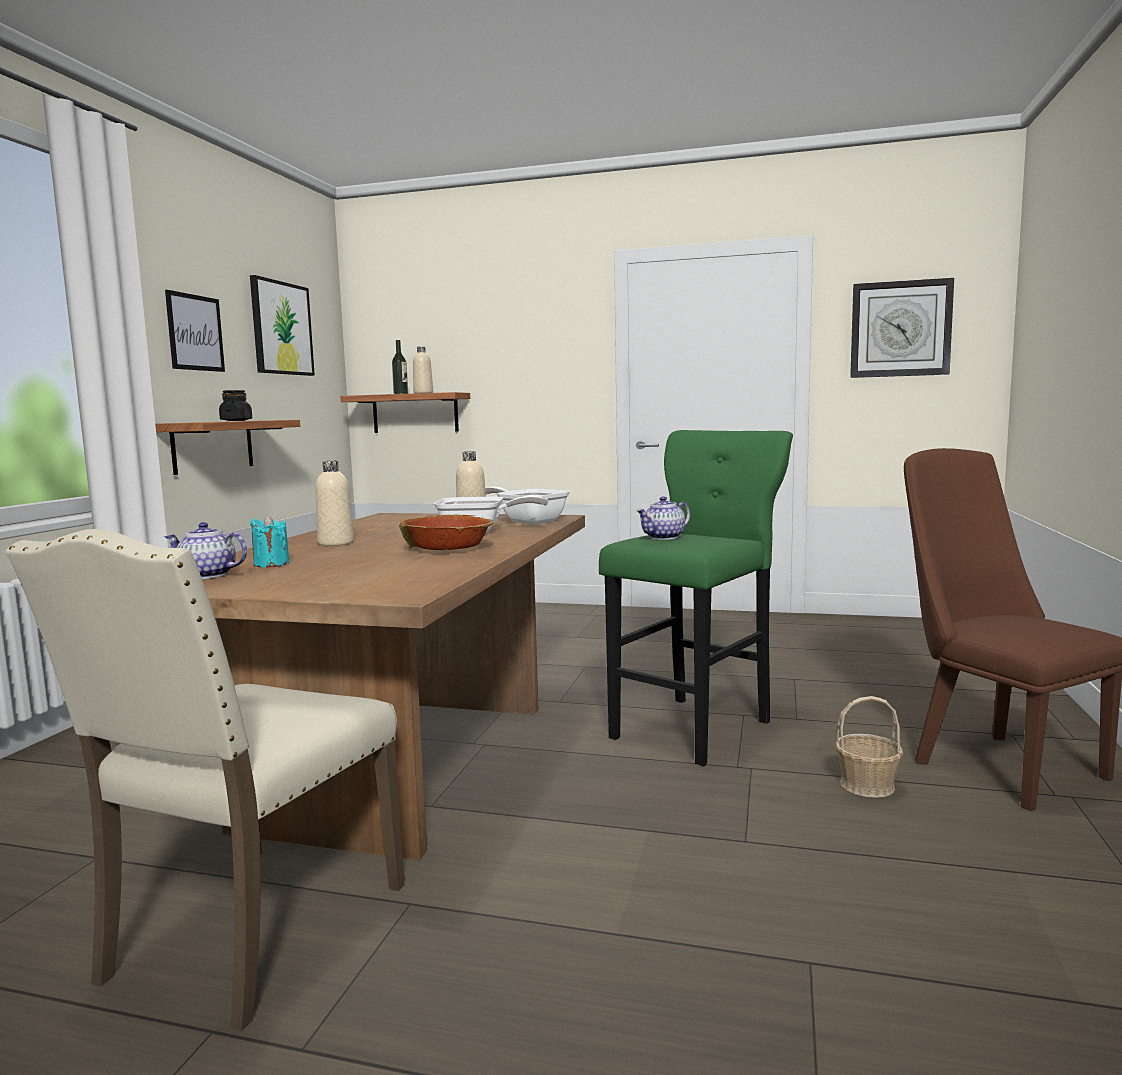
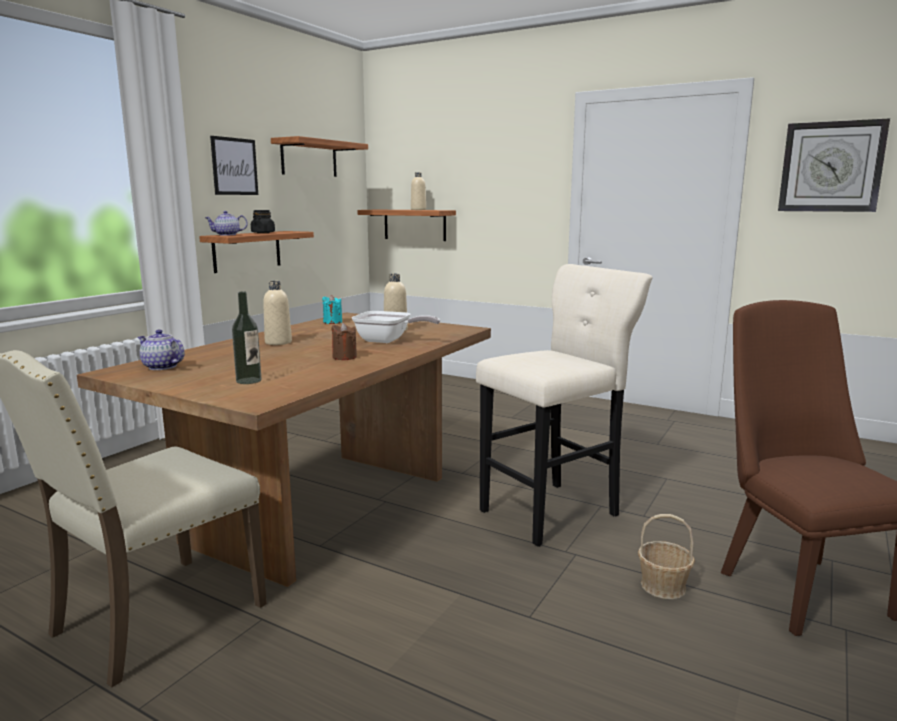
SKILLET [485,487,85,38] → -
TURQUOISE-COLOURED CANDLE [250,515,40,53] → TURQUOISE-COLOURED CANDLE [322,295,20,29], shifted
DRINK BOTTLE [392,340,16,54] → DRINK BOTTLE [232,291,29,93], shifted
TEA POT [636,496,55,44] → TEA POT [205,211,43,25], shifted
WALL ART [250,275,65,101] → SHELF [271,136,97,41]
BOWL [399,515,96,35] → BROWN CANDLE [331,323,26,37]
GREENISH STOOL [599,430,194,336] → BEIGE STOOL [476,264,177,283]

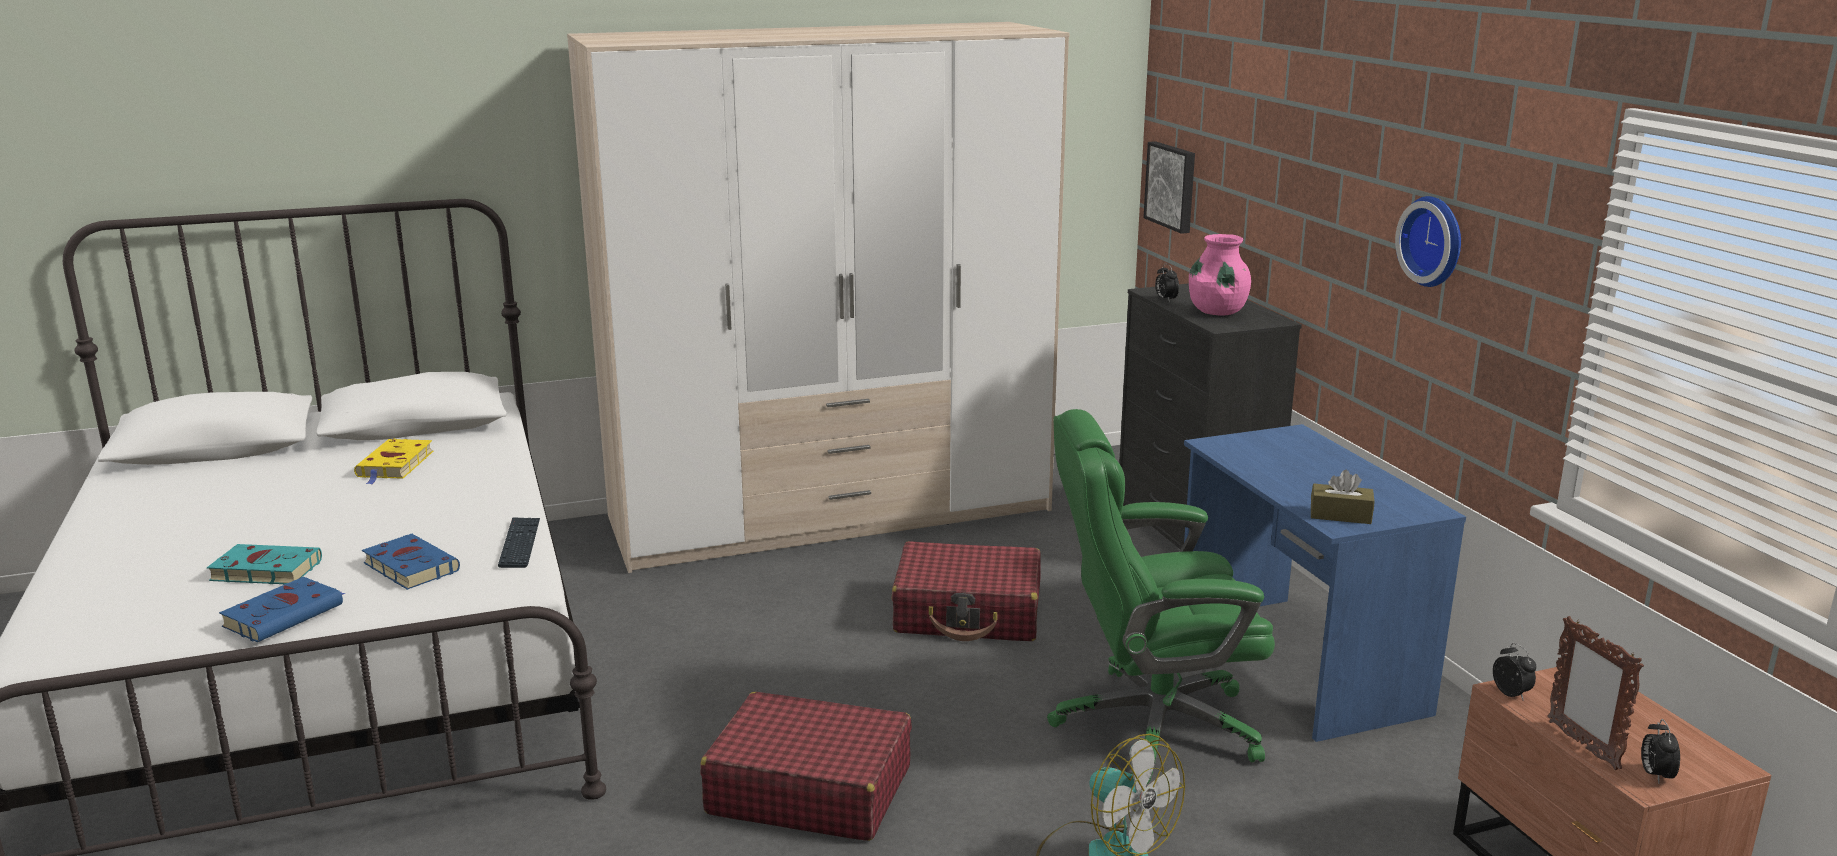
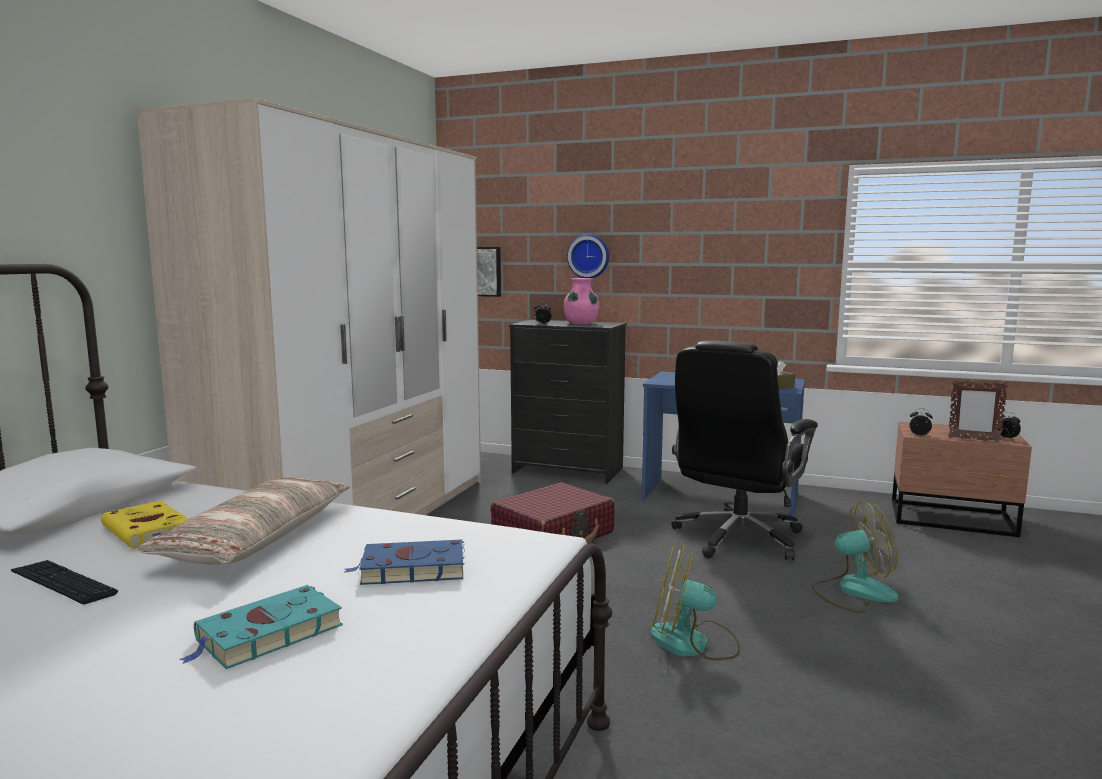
BLUE VOLUME [219,577,126,65] → -
- → PILLOW [138,477,212,87]
PC KEYBOARD [498,517,42,51] → PC KEYBOARD [11,560,108,45], shifted
WALL CLOCK [1395,196,66,91] → WALL CLOCK [567,234,42,44], shifted
RED-COLOURED SUITCASE [700,692,212,149] → FAN [651,545,89,116]
GREENISH OFFICE CHAIR [1047,409,228,375] → BLACK OFFICE CHAIR [671,340,147,220]

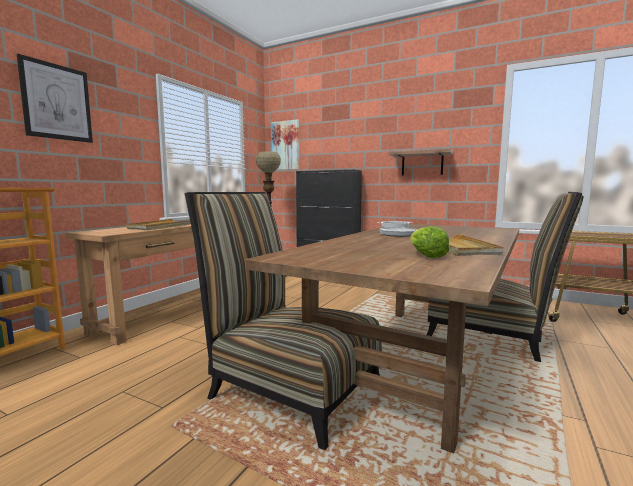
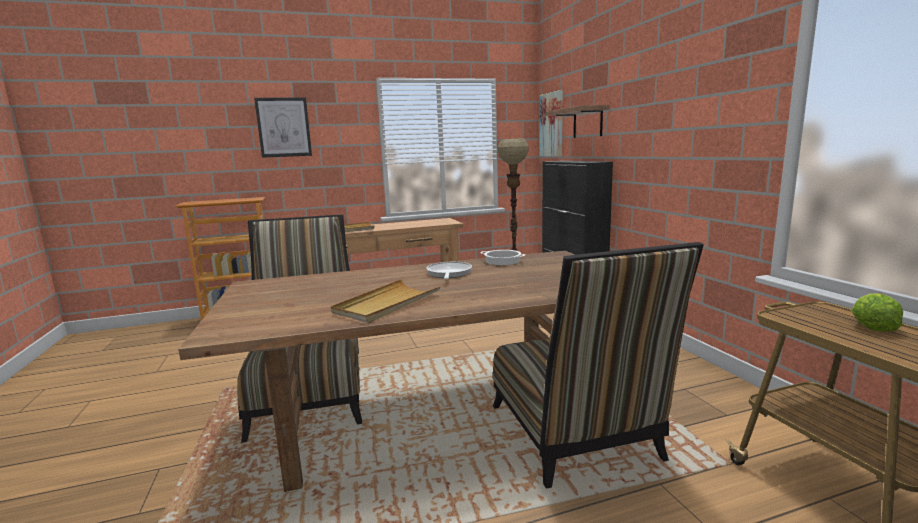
SHELF [388,149,65,27] → SHELF [546,105,64,33], shifted
HEAD OF LETTUCE [410,226,39,32] → HEAD OF LETTUCE [851,294,52,38], shifted

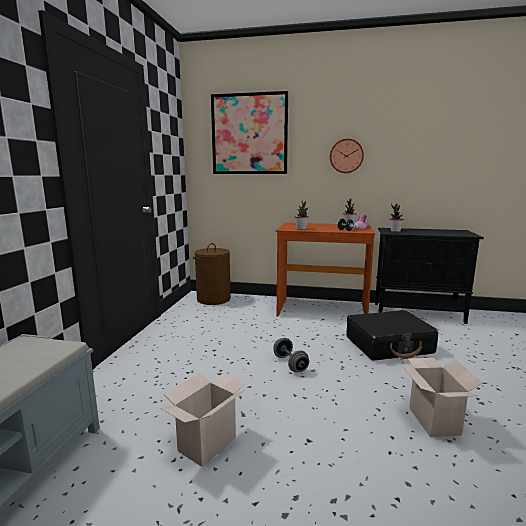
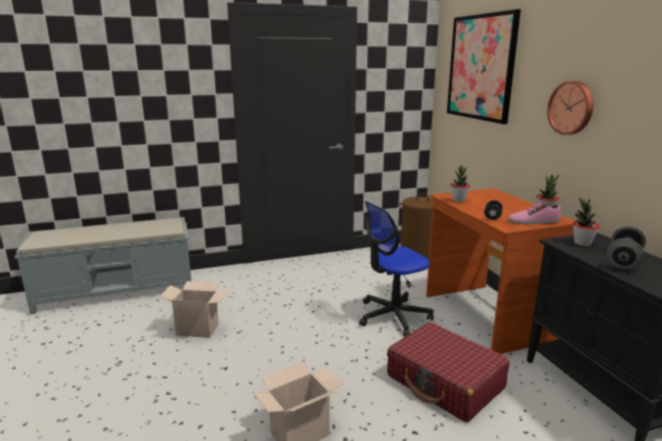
- → OFFICE CHAIR [359,201,75,136]
GRAY HAND WEIGHT [274,338,35,34] → GRAY HAND WEIGHT [606,226,40,43], shifted
BLACK SUITCASE [346,310,92,51] → RED-COLOURED SUITCASE [387,322,123,101]

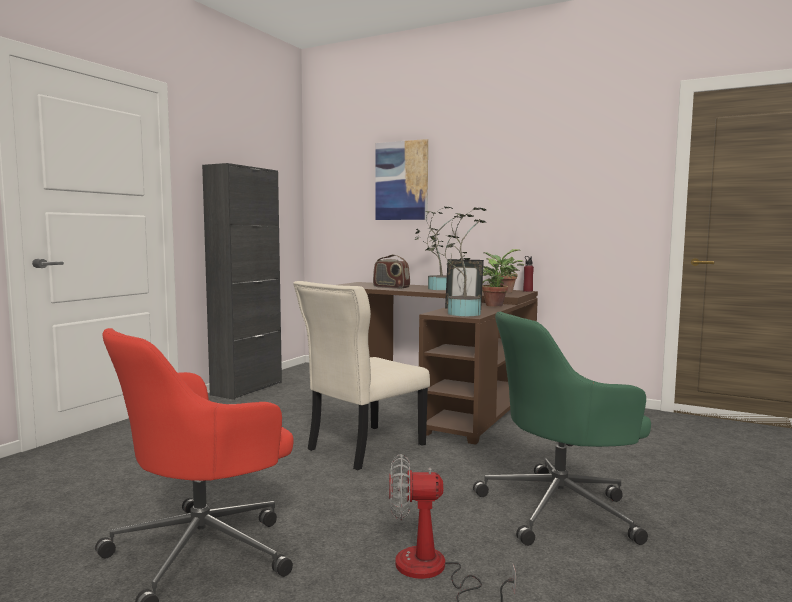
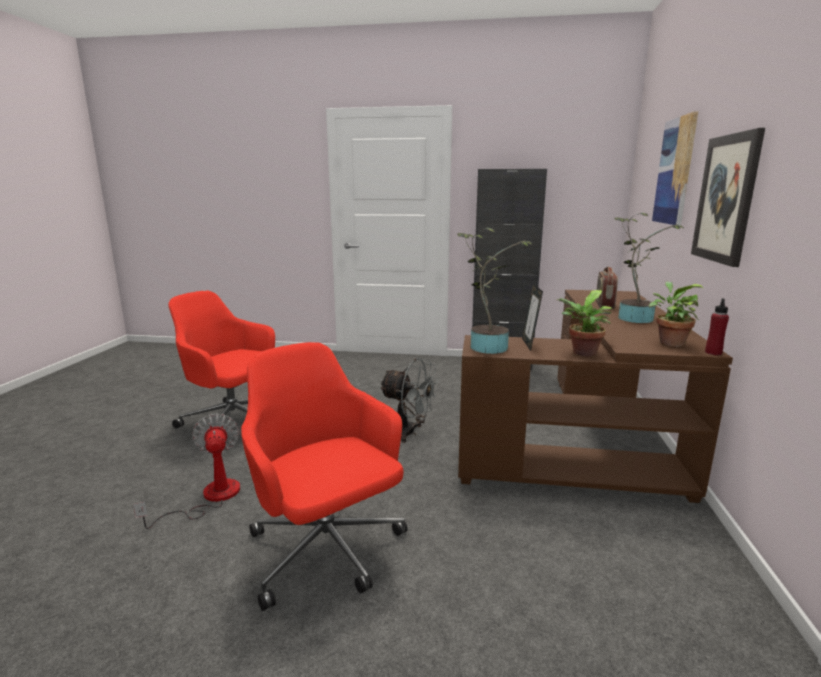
- → WALL ART [691,128,74,139]
BEIGE PLAIN CHAIR [293,281,137,190] → GRAY FAN [379,358,59,85]
GREENISH OFFICE CHAIR [473,312,178,234] → RED-COLOURED OFFICE CHAIR [241,342,167,269]

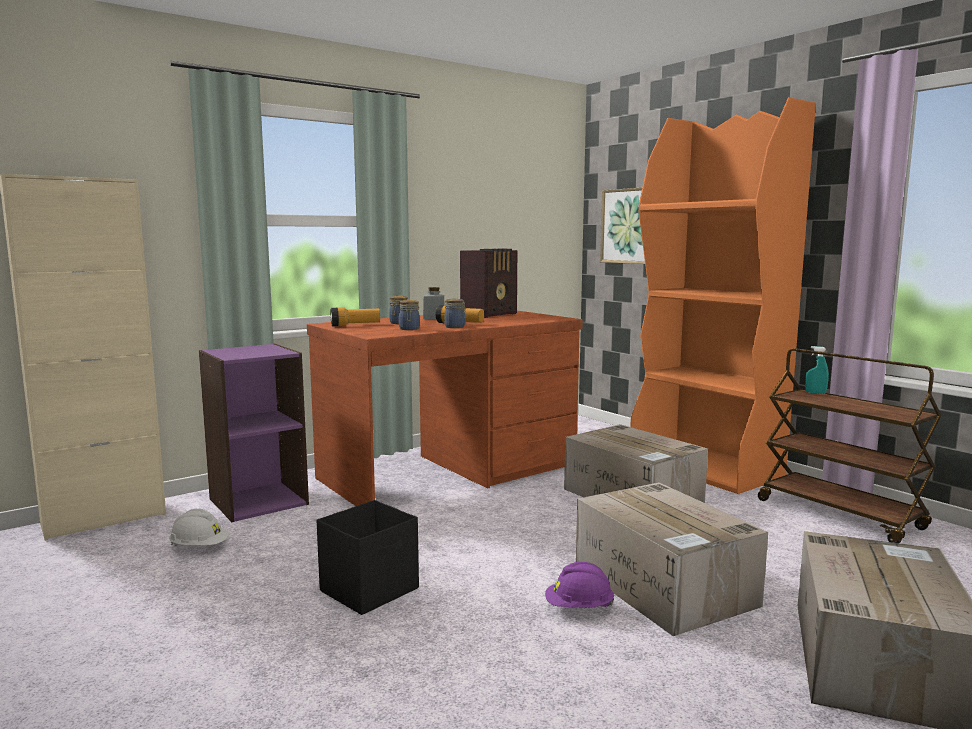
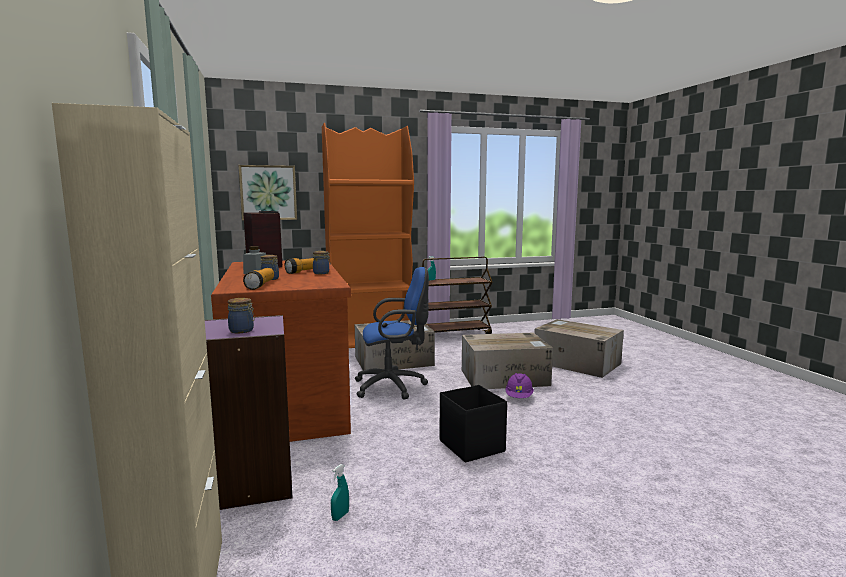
- → BLUE OFFICE CHAIR [355,267,74,133]
STORAGE JAR [399,300,21,30] → STORAGE JAR [228,298,27,35], shifted
WHITE HARD HAT [169,509,60,37] → TURQUOISE-COLOURED SPRAYER [331,464,18,57]

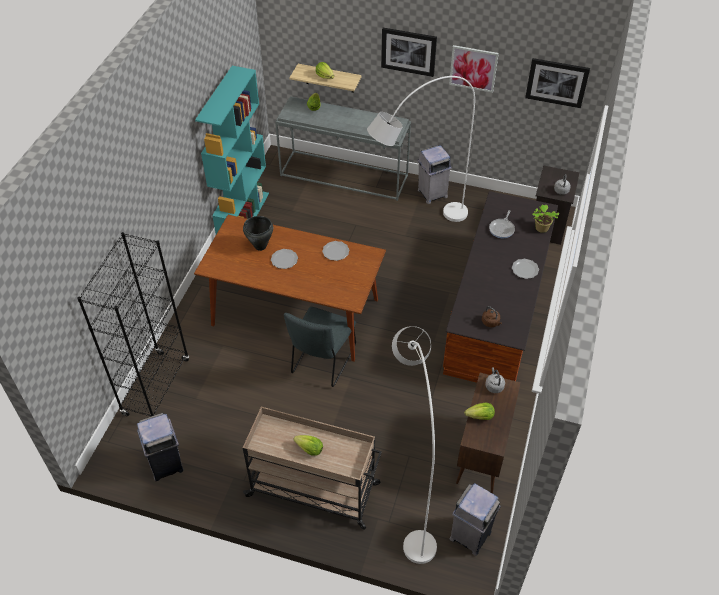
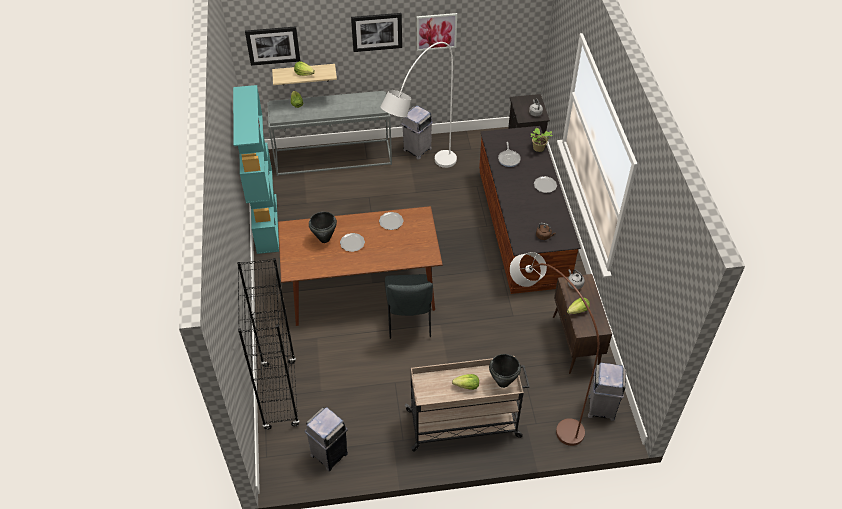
- → BLACK SAUCEPOT [489,354,32,34]
WALL ART [525,58,65,50] → WALL ART [245,26,55,40], shifted
WHITE STANDING LAMP [392,326,45,238] → BROWN STANDING LAMP [510,252,89,194]

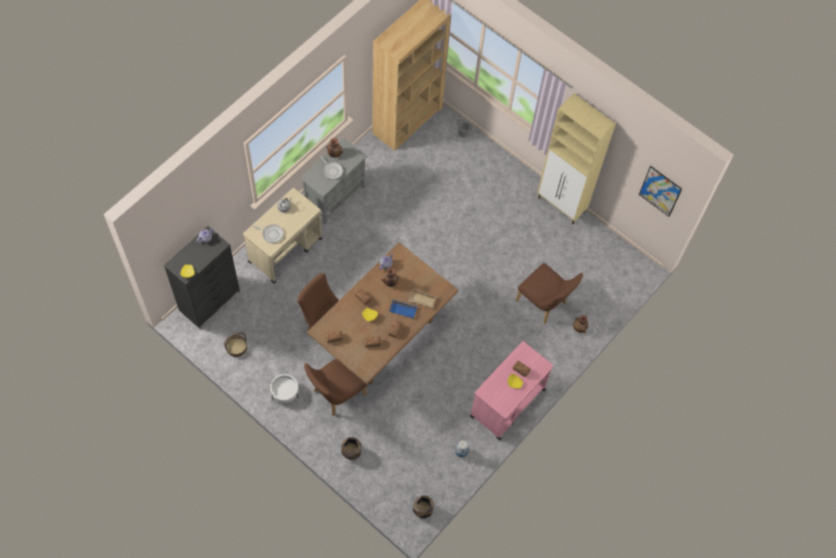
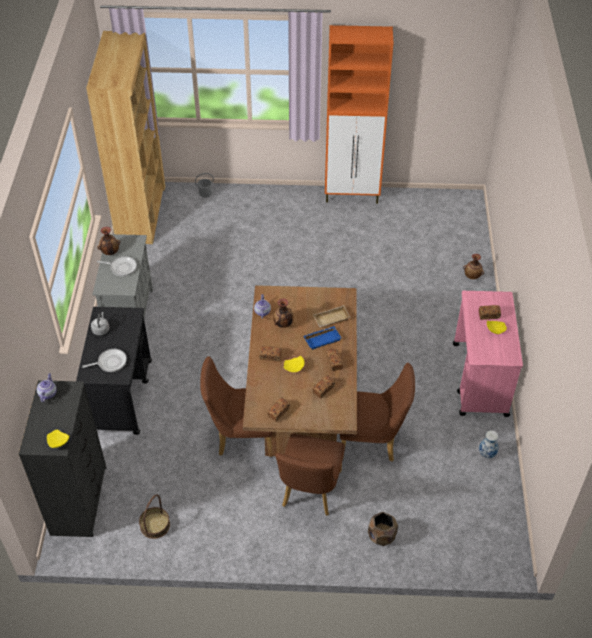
WHITE FLOWER POT [270,373,29,30] → -
BROWN FLOWER POT [413,495,21,23] → -
WALL ART [639,166,43,51] → -
BROWN PLAIN CHAIR [516,263,67,61] → BROWN PLAIN CHAIR [340,363,75,99], shifted
BEIGE TROLLEY [243,188,79,96] → BLACK TROLLEY [76,307,76,128]
BEIGE STORAGE CABINET [537,93,79,131] → ORANGE-COLOURED STORAGE CABINET [325,25,68,179]

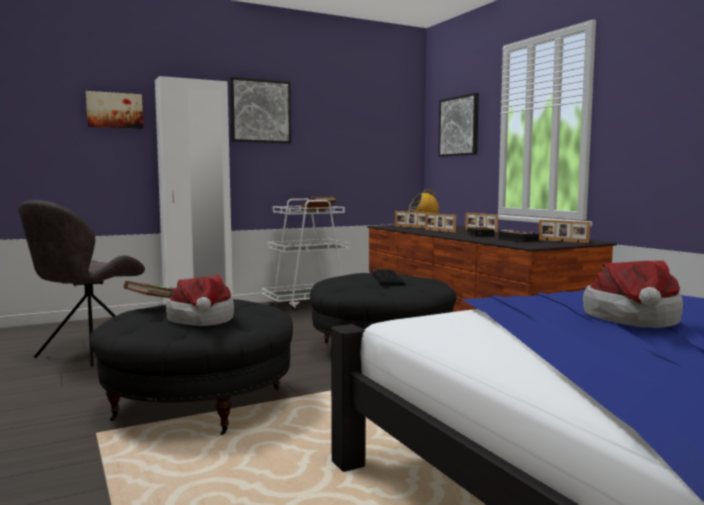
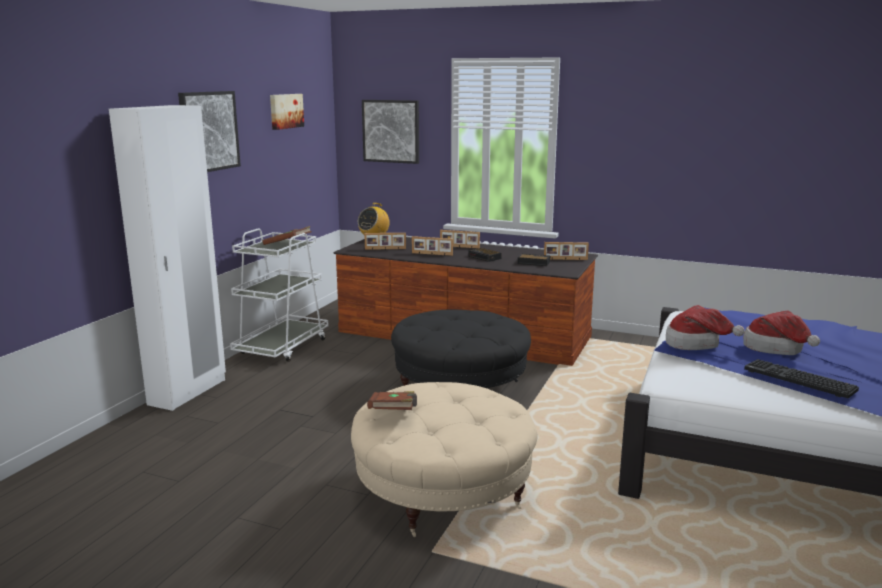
GRAY PLAIN CHAIR [18,200,127,166] → -
WALL ART [86,91,57,38] → WALL ART [270,94,34,36], shifted
WEARABLE HAT [166,275,68,51] → WEARABLE HAT [666,305,79,45], shifted
PC KEYBOARD [371,269,34,17] → PC KEYBOARD [744,359,115,39], shifted
BLACK POUFFE [90,299,203,136] → BEIGE POUFFE [351,382,187,155]

